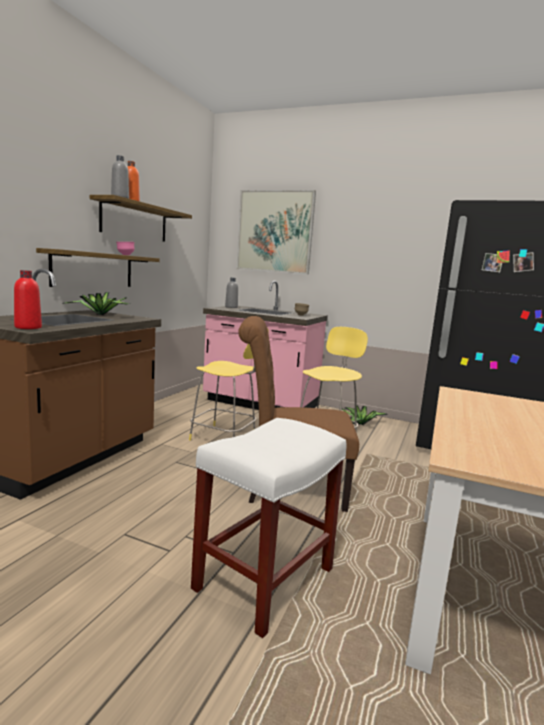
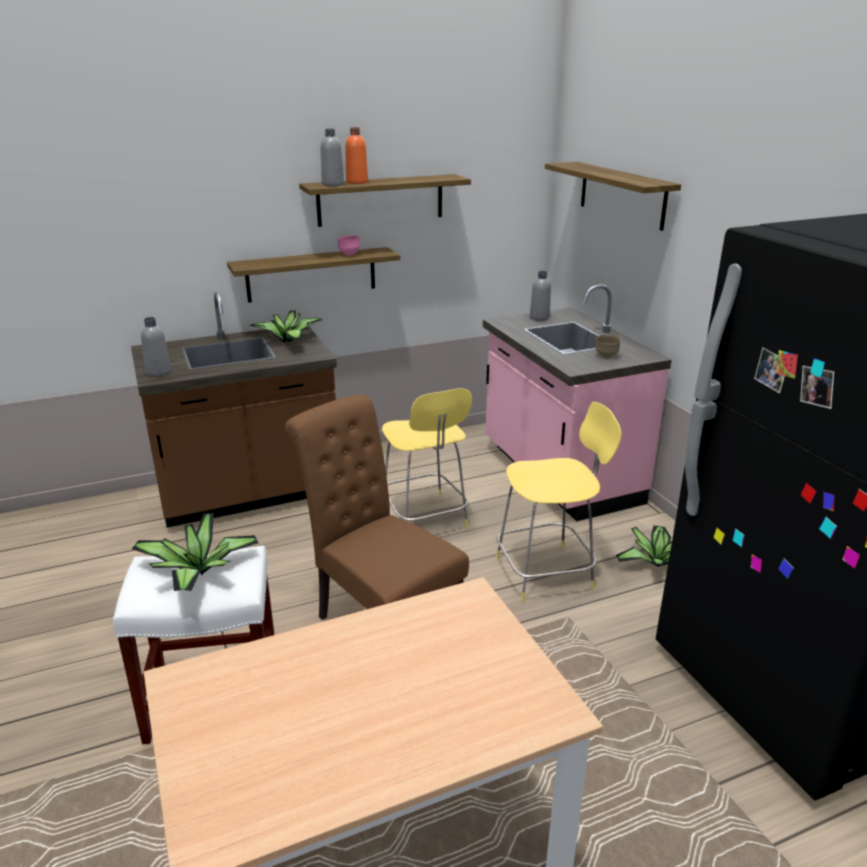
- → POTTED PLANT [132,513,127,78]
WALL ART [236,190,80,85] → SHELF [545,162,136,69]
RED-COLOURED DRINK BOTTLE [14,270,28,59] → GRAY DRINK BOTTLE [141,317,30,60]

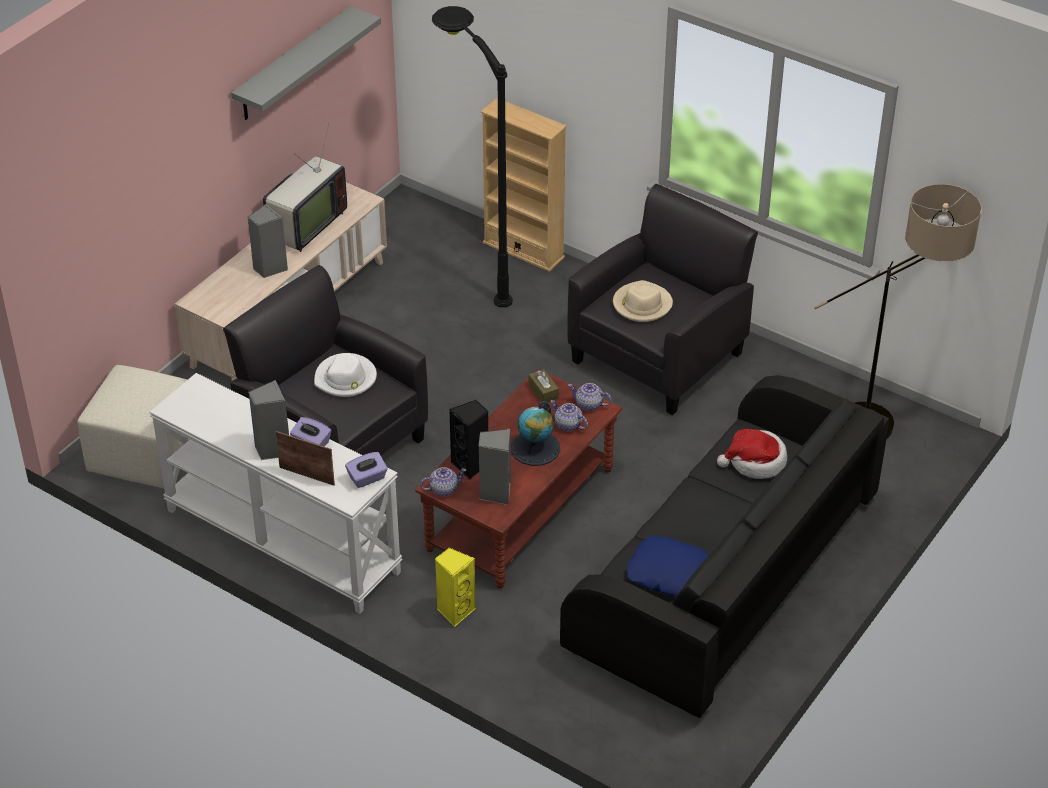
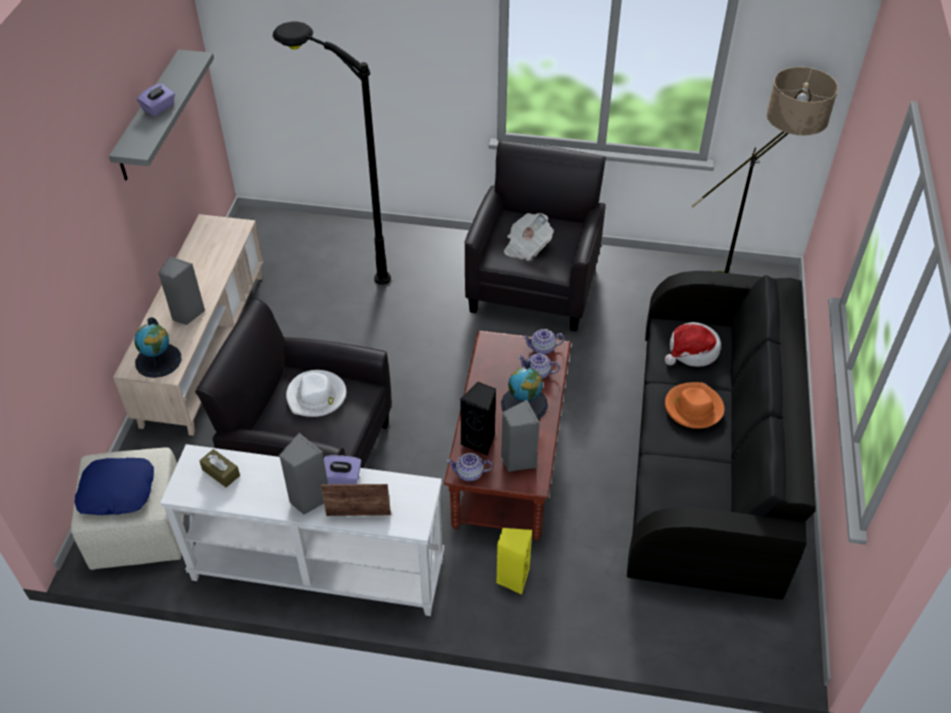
TV [263,123,84,129] → -
BEIGE BOOKSHELF [480,98,87,174] → -
- → GLOBE [135,317,46,61]
- → ORANGE-COLOURED WEARABLE HAT [665,382,59,47]
PURPLE-COLOURED BOX OF TISSUES [345,452,43,36] → PURPLE-COLOURED BOX OF TISSUES [137,83,38,33], shifted
BROWN BOX OF TISSUES [529,369,30,34] → BROWN BOX OF TISSUES [199,449,41,39], shifted
BLUE PILLOW [627,535,81,61] → BLUE PILLOW [75,458,79,57], shifted
BEIGE WEARABLE HAT [613,280,60,42] → NEWSPAPER [504,213,49,48]
TEA POT [420,467,46,29] → TEA POT [446,453,47,29], 135 degrees counterclockwise

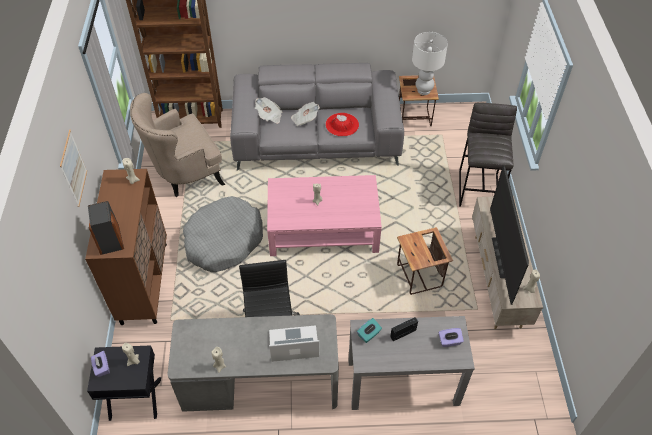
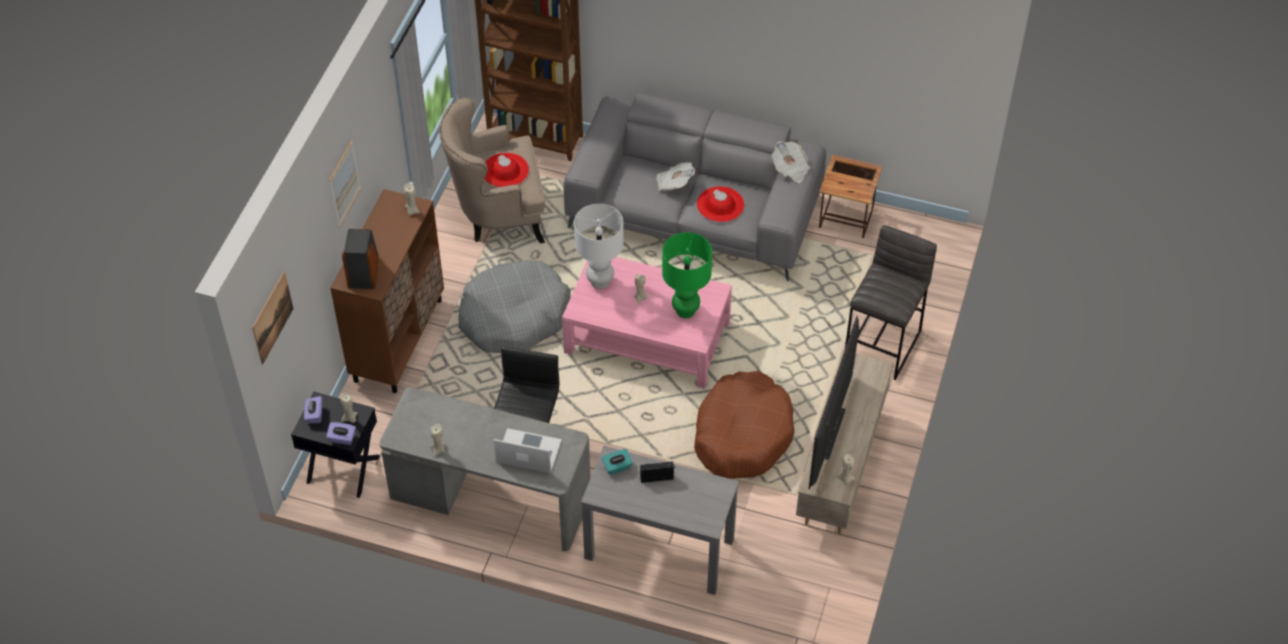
- → WALL ART [252,271,41,94]
- → RED-COLOURED WEARABLE HAT [484,153,45,34]
- → GREENISH TABLE LAMP [662,232,50,86]
NEWSPAPER [255,97,28,27] → NEWSPAPER [772,141,39,42], shifted
WHITE TABLE LAMP [412,32,36,63] → WHITE TABLE LAMP [574,203,50,86], shifted
PURPLE-COLOURED BOX OF TISSUES [438,328,26,19] → PURPLE-COLOURED BOX OF TISSUES [326,422,30,23], shifted
END TABLE [397,227,56,68] → BROWN DOG BED [694,371,101,108]

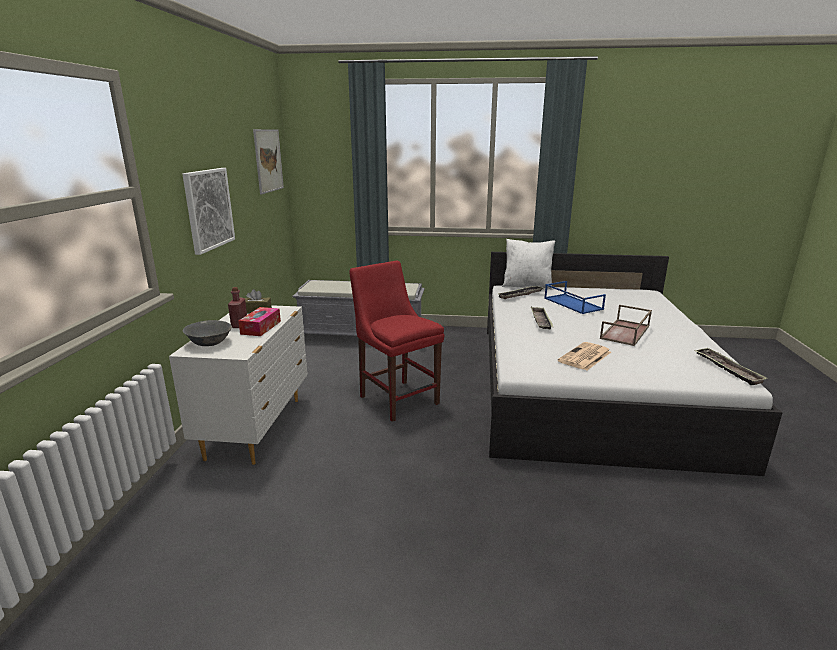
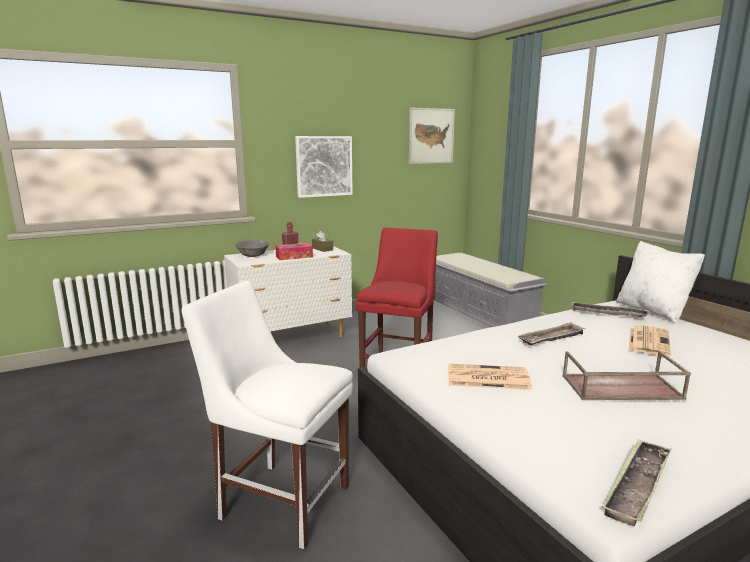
- → WHITE PLAIN CHAIR [182,281,171,269]
BLUE SERVING TRAY [544,281,62,33] → NEWSPAPER [628,325,43,31]

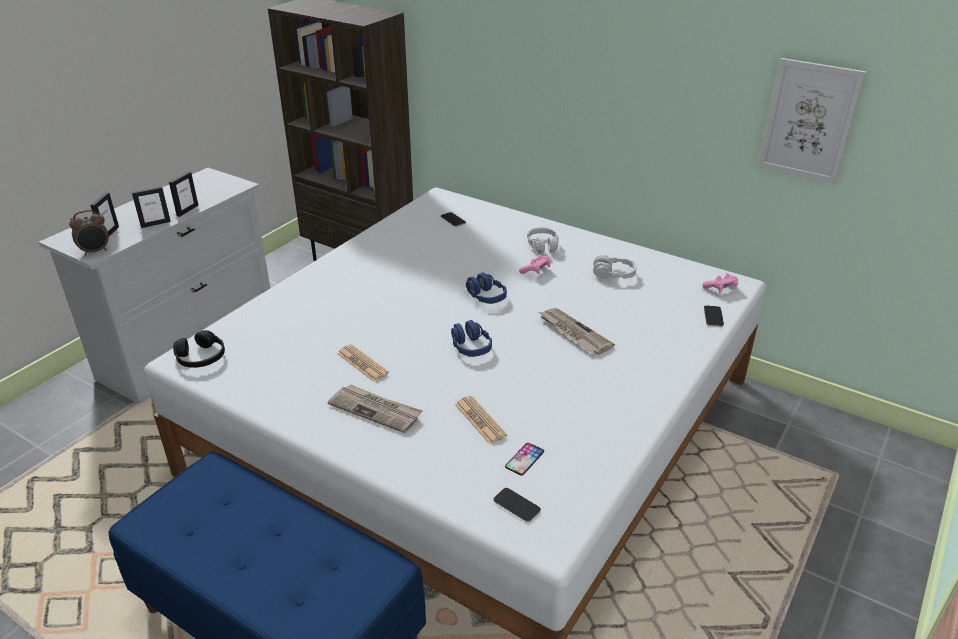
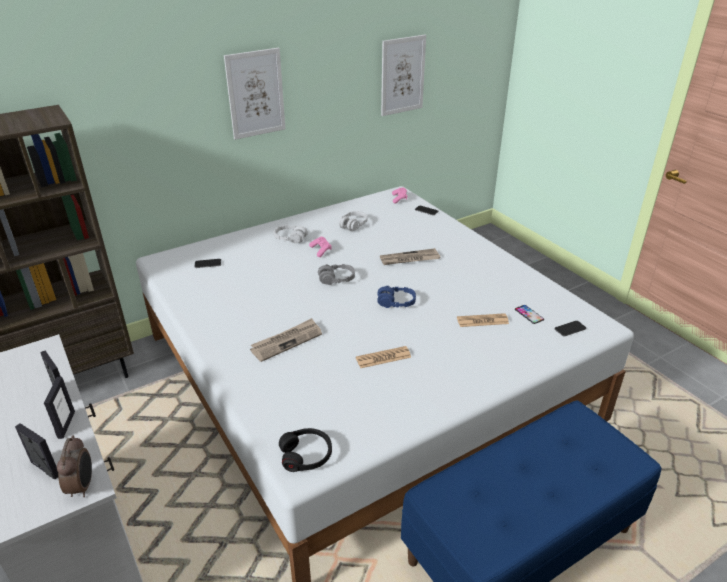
- → WALL ART [224,48,61,92]
NEWSPAPER [328,384,95,49] → NEWSPAPER [250,318,72,44], shifted
BLUE HEADSET [466,273,41,31] → GRAY HEADSET [318,264,37,21]

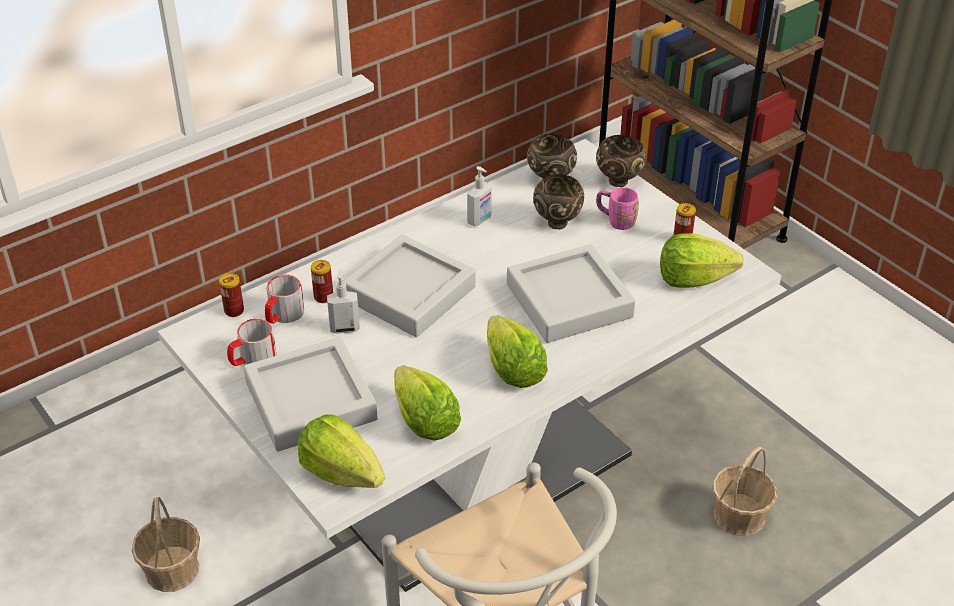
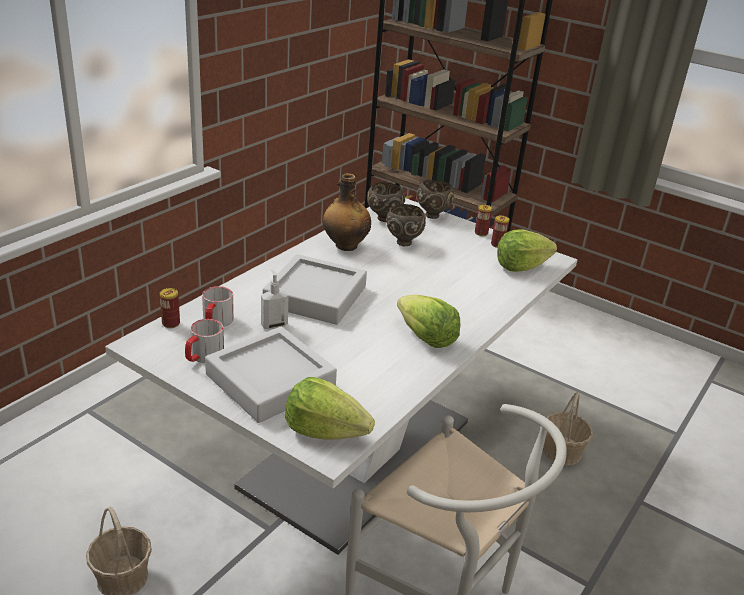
HEAD OF LETTUCE [394,365,67,76] → -
GRAY SERVING TRAY [507,244,128,99] → -
PINKISH TEA MUG [596,187,43,43] → -
SEALED CAN [311,260,22,43] → SEALED CAN [475,205,17,31], shifted
LIQUID SOAP BOTTLE [467,166,25,60] → DRINK BOTTLE [323,173,48,78]

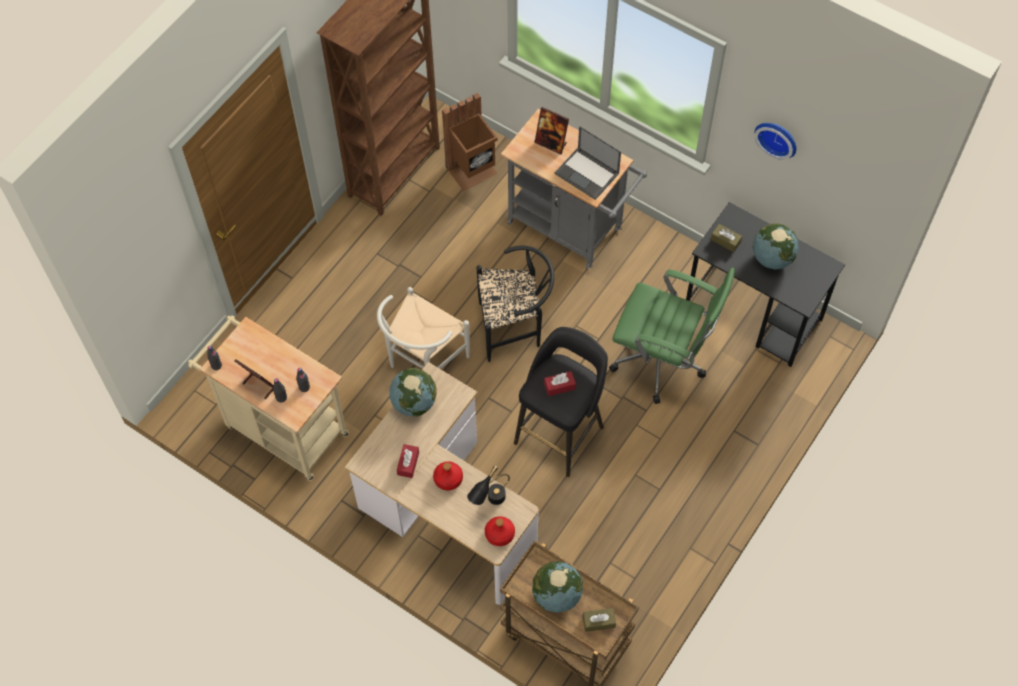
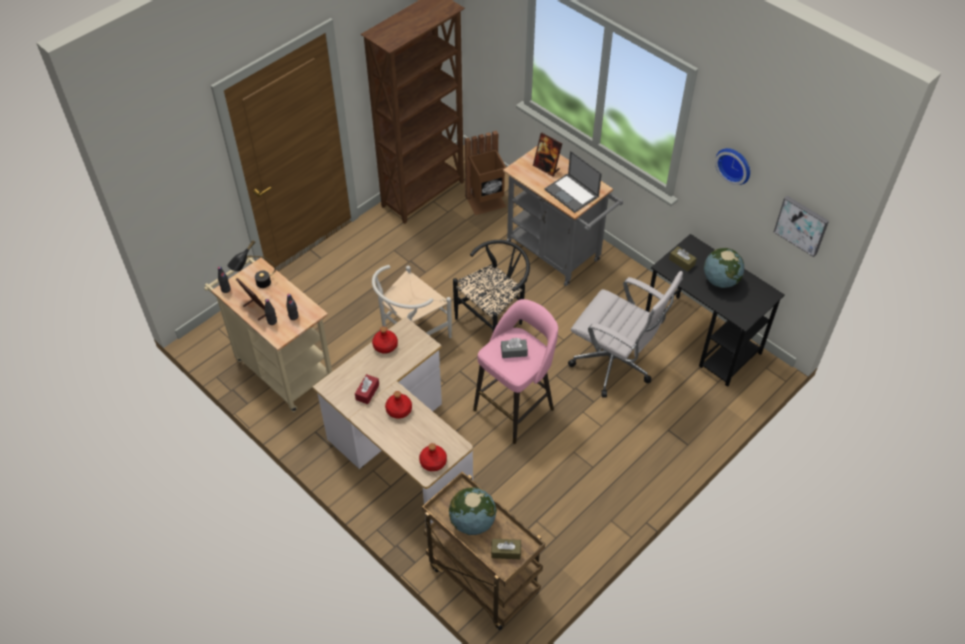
- → WALL ART [774,196,55,61]
BLACK TABLE LAMP [467,465,43,40] → BLACK TABLE LAMP [227,240,49,48], shifted
GLOBE [389,368,48,48] → RED-COLOURED DRINK BOTTLE [372,327,26,27]
BLACK STOOL [514,327,94,150] → PINKISH STOOL [473,299,85,145]
RED-COLOURED BOX OF TISSUES [544,371,32,25] → GRAY BOX OF TISSUES [501,338,27,20]
GREENISH OFFICE CHAIR [609,267,126,137] → WHITE OFFICE CHAIR [568,271,115,127]
BLACK PLAIN CHAIR [477,246,77,116] → BLACK PLAIN CHAIR [453,240,77,92], 45 degrees counterclockwise

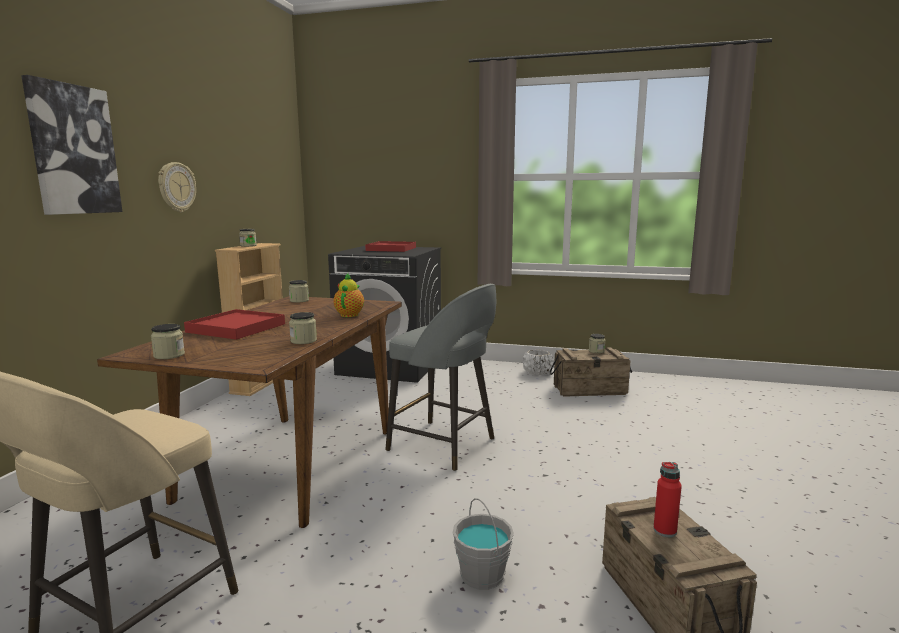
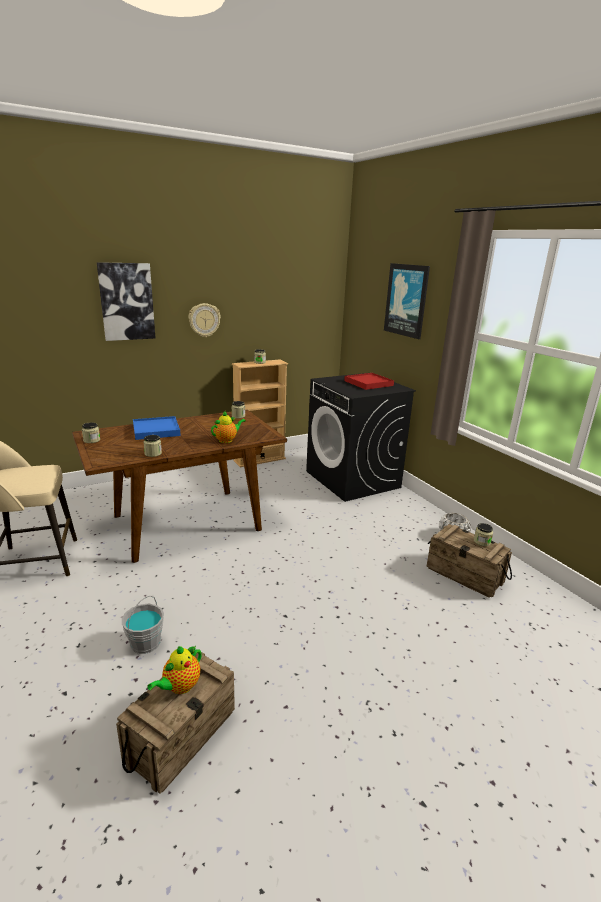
GRAY STOOL [385,284,111,187] → -
- → WALL ART [384,263,46,76]
RED-COLOURED DRINK BOTTLE [653,462,29,75] → TEA POT [147,646,55,48]
RED-COLOURED SERVING TRAY [184,309,101,31] → BLUE SERVING TRAY [133,416,48,24]

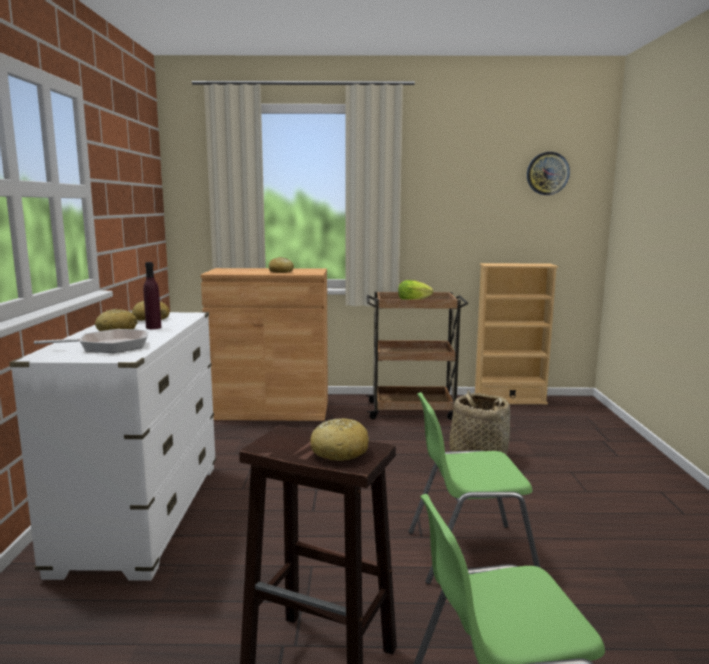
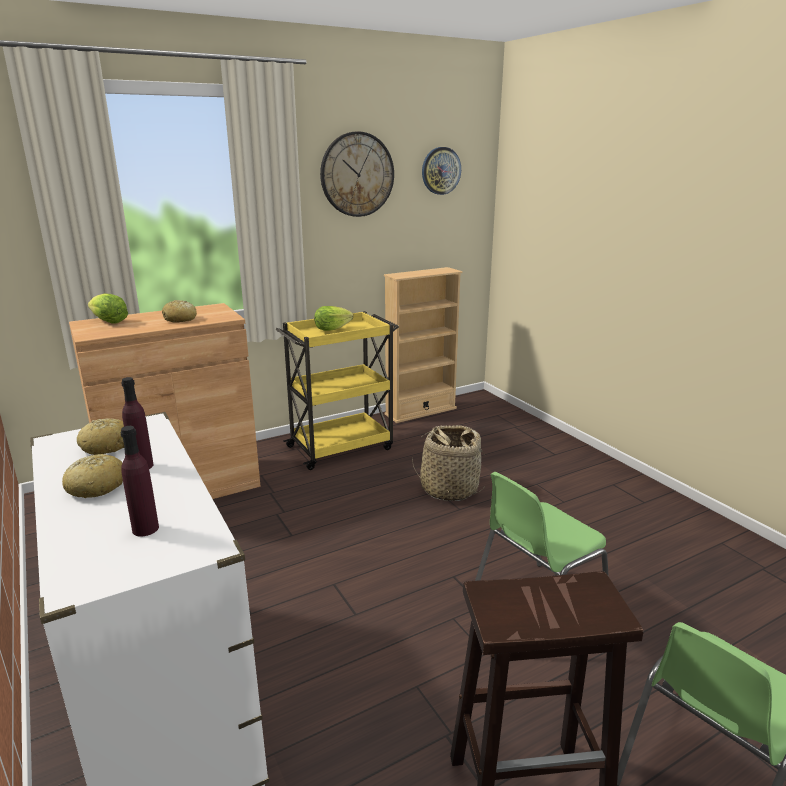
BREAD [310,418,59,43] → -
- → HEAD OF LETTUCE [88,293,40,31]
- → WALL CLOCK [320,131,74,86]
SKILLET [34,329,114,24] → PURPLE-COLOURED DRINK BOTTLE [121,426,38,111]
BROWN TROLLEY [366,292,102,128] → YELLOW-COLOURED TROLLEY [276,311,123,159]

